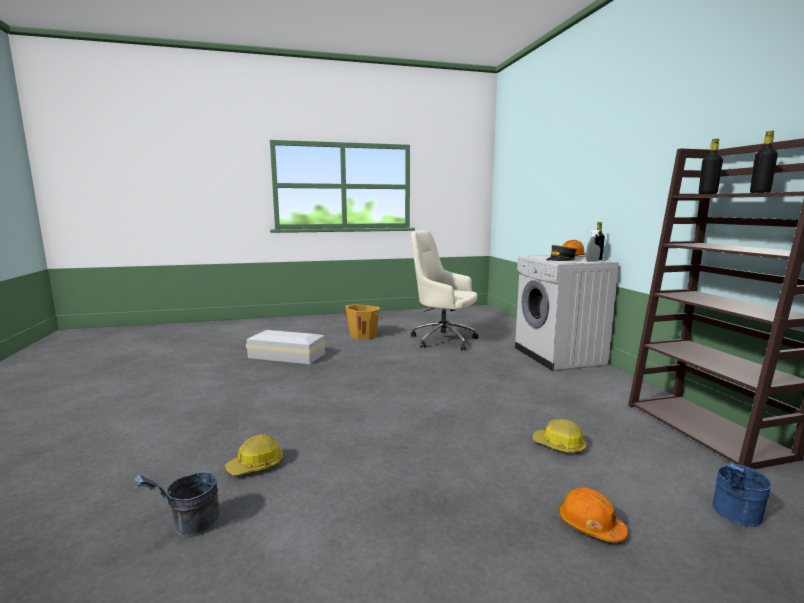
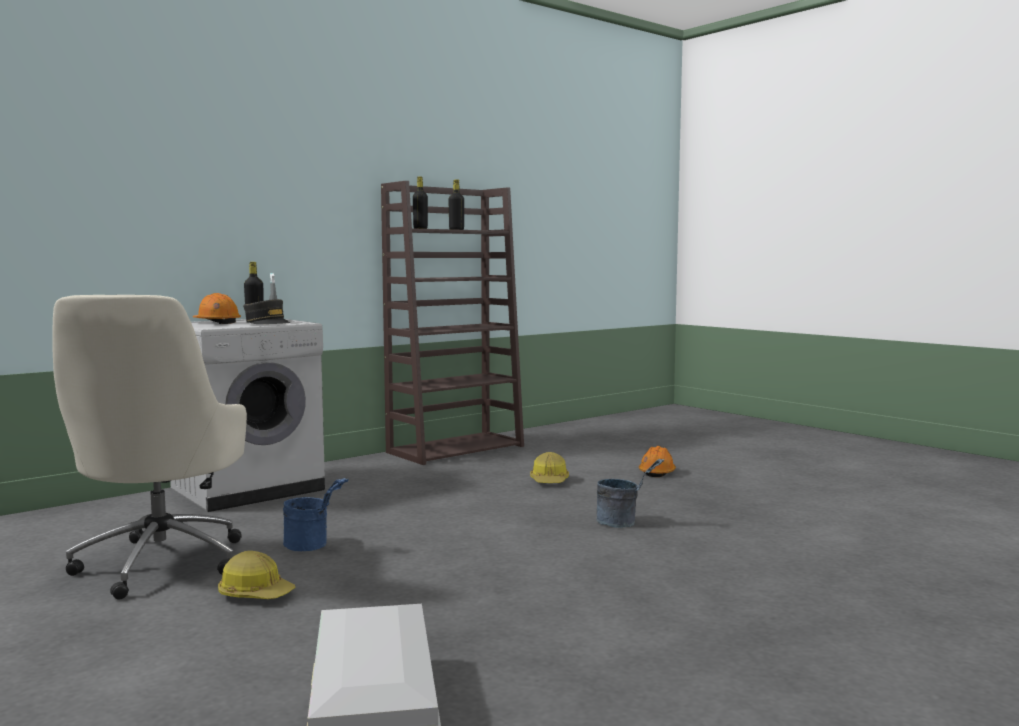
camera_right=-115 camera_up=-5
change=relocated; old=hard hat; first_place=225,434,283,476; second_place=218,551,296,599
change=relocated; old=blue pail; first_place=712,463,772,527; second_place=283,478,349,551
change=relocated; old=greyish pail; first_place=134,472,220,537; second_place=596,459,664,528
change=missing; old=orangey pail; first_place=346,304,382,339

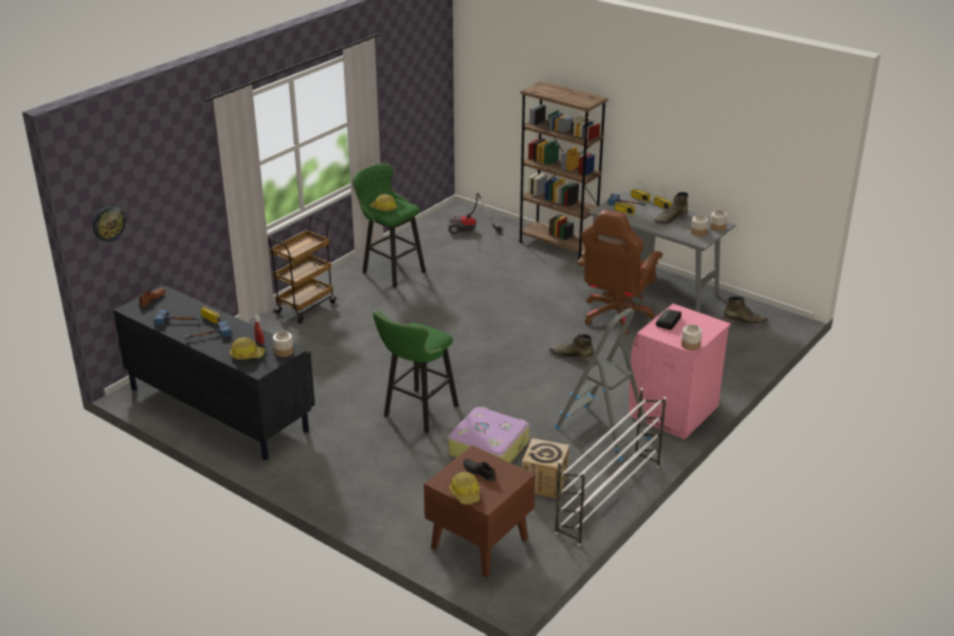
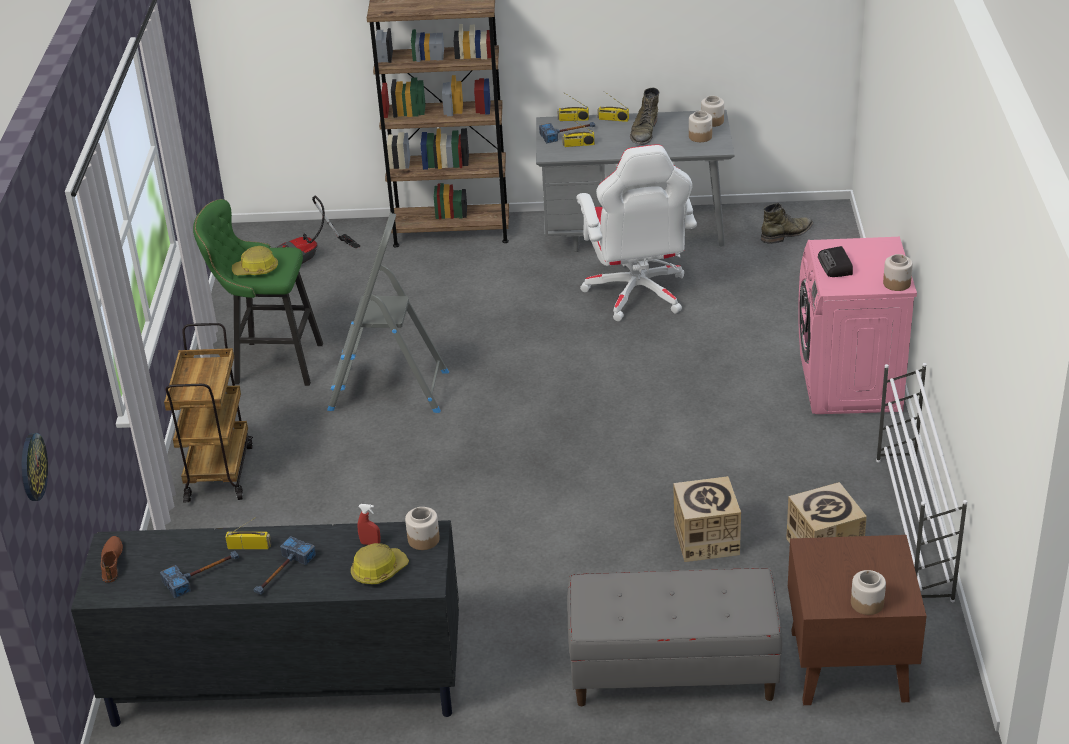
camera_right=-35 camera_up=5
change=relocated; old=greyish step ladder; first_place=555,308,651,461; second_place=327,212,449,413
change=appeared; new=greyish long seat; second_place=567,568,783,706
change=colour; old=brown desk chair; new=white-coloured desk chair; first_place=577,210,663,334; second_place=576,144,697,321
change=exchanged; old=suitcase; new=cardboard box; first_place=448,407,529,463; second_place=673,476,741,562
change=exchanged; old=hard hat; new=jar; first_place=449,472,480,504; second_place=851,570,886,615
change=missing; old=green-coloured stool seat; first_place=373,311,459,433
change=missing; old=black item of footwear; first_place=463,459,496,481
change=missing; old=green-coloured tall boot; first_place=549,334,594,361

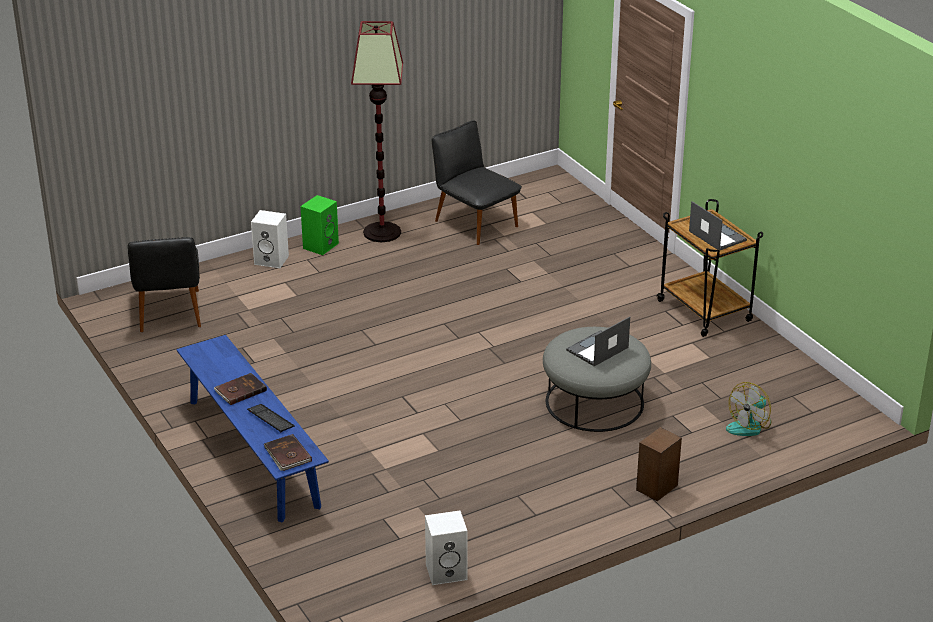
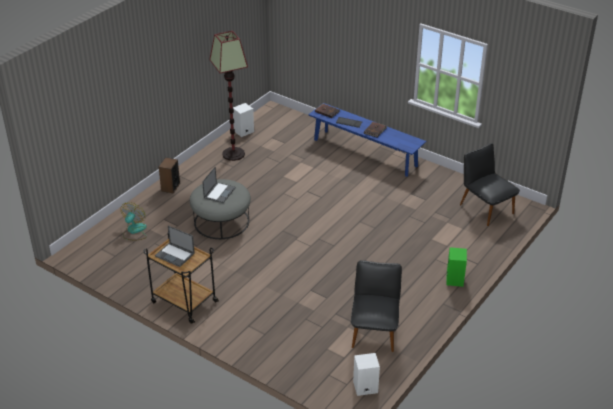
camera_right=155 camera_up=5
change=relocated; old=standard lamp; first_place=351,21,403,242; second_place=209,31,248,161
change=spun; old=black plain chair; first_place=432,121,522,245; second_place=351,260,402,352; degrees=-105
change=relocated; old=white-coloured speaker; first_place=251,210,289,268; second_place=353,353,380,396

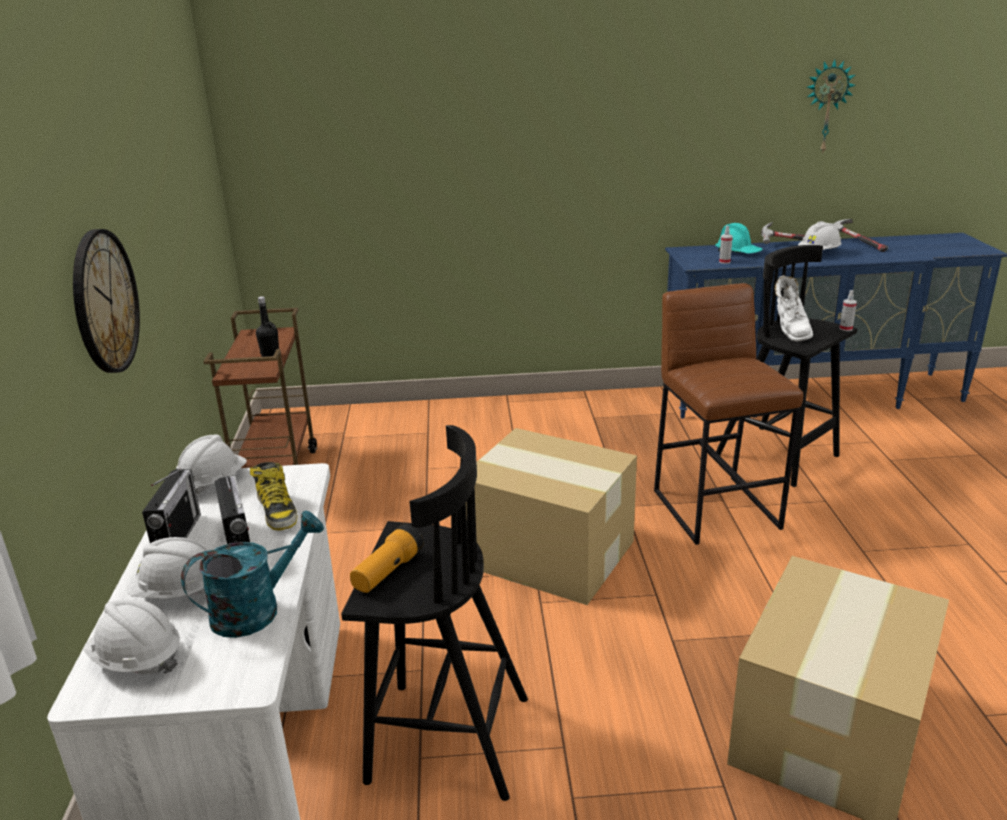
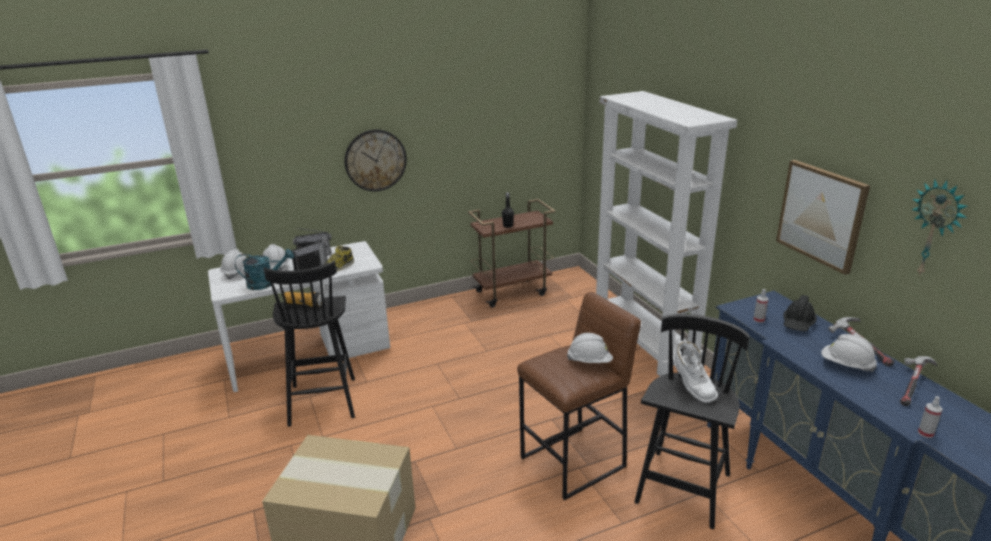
camera_right=70 camera_up=0
change=spun; old=blue-green sprinkling can; first_place=181,510,324,638; second_place=235,249,294,290; degrees=-45
change=relocated; old=white-coloured hard hat; first_place=176,435,247,494; second_place=567,333,613,363
change=appeared; new=white-coloured bookcase; second_place=596,91,737,376
change=spun; old=white-coloured tall boot; first_place=775,275,813,342; second_place=674,340,718,403; degrees=-90
change=appeared; new=wall art; second_place=776,160,870,275
change=colour; old=blue-green hard hat; new=black hard hat; first_place=715,223,763,254; second_place=783,295,817,331
change=relocated; old=sprayer; first_place=840,290,857,331; second_place=918,396,943,438
change=missing; old=cardboard box; first_place=466,428,637,605

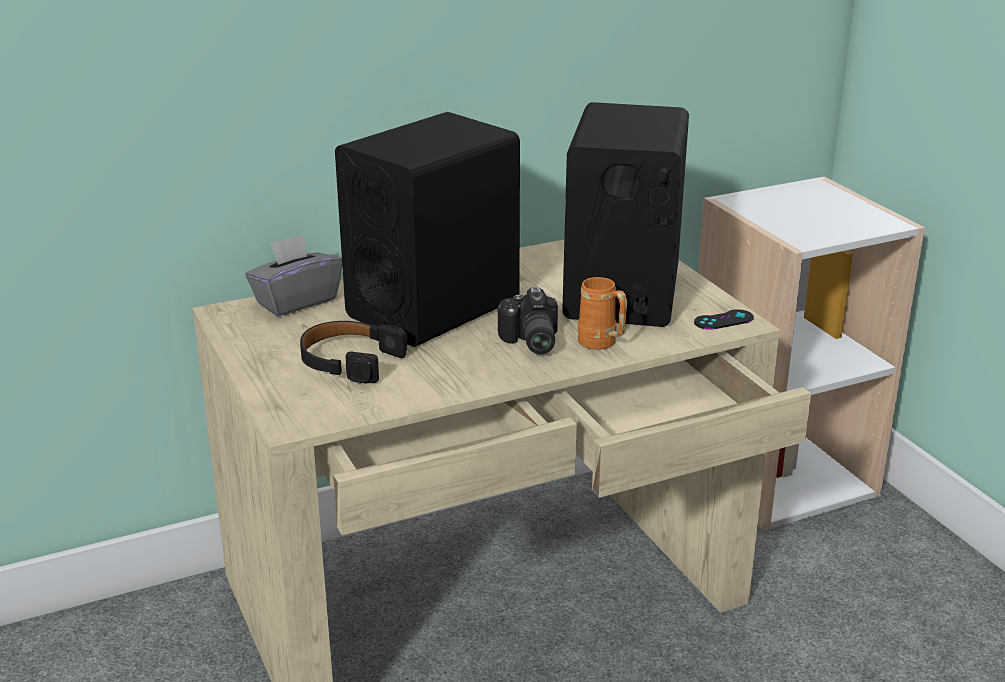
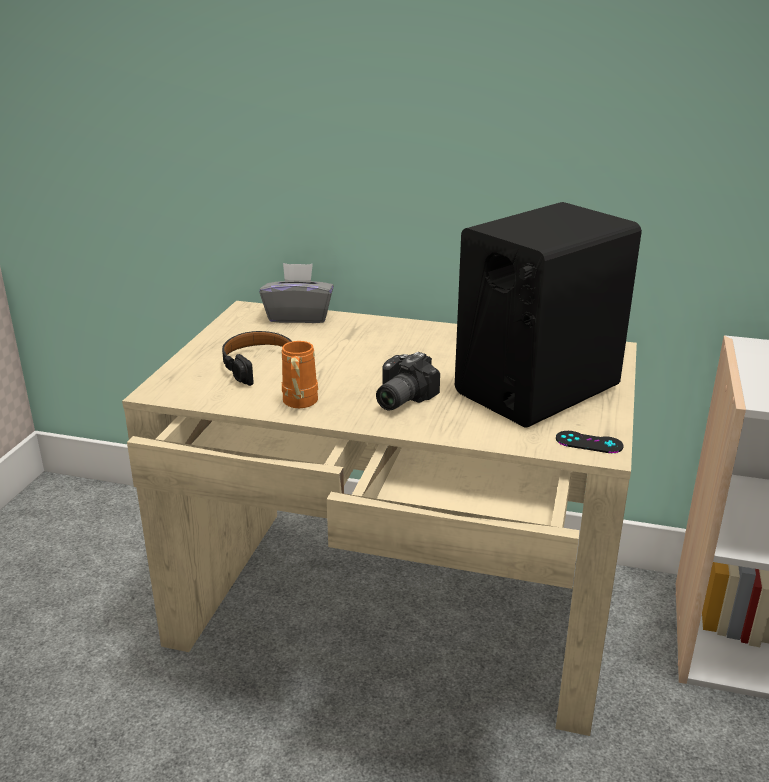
camera_right=40 camera_up=0
change=relocated; old=orangey mug; first_place=578,277,627,350; second_place=282,341,318,408
change=missing; old=black speaker; first_place=335,112,520,347

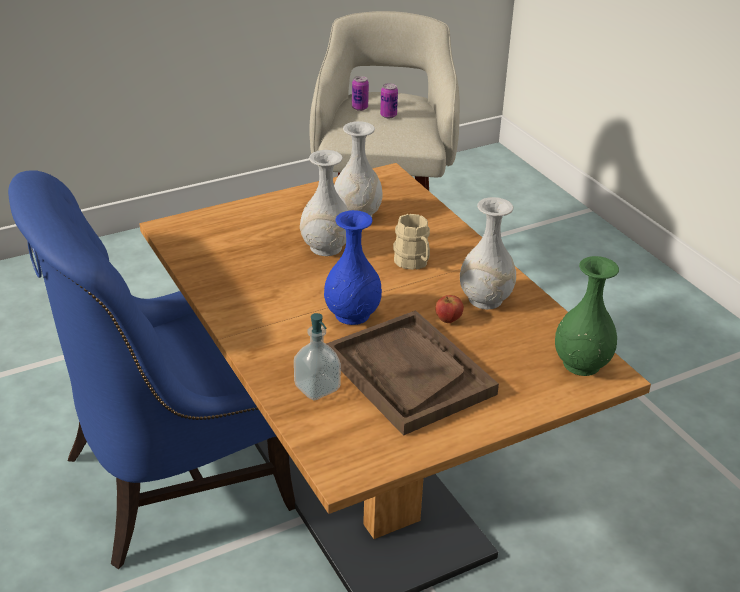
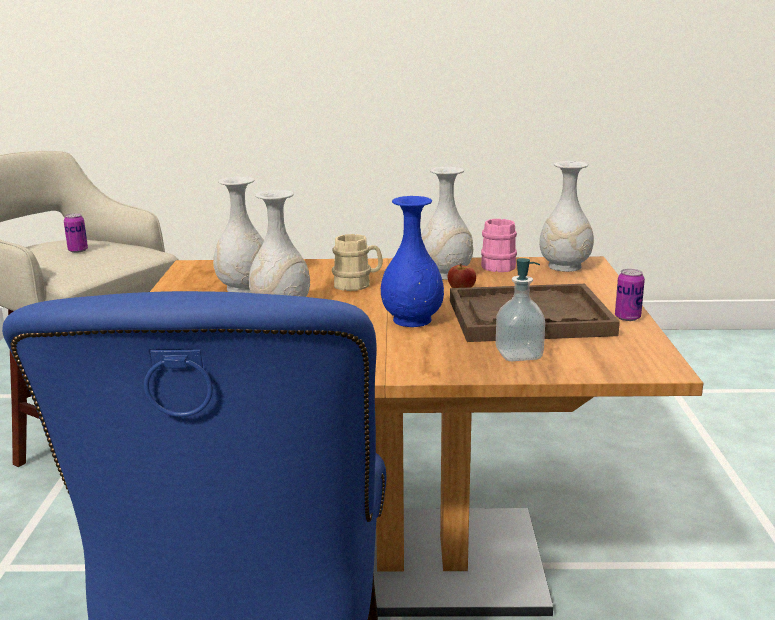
camera_right=-60 camera_up=-15
change=appeared; new=pink mug; second_place=481,219,517,272
change=colour; old=green-coloured vase; new=white-coloured vase; first_place=555,256,619,376; second_place=539,161,594,272
change=relocated; old=can; first_place=352,76,369,111; second_place=615,269,645,321

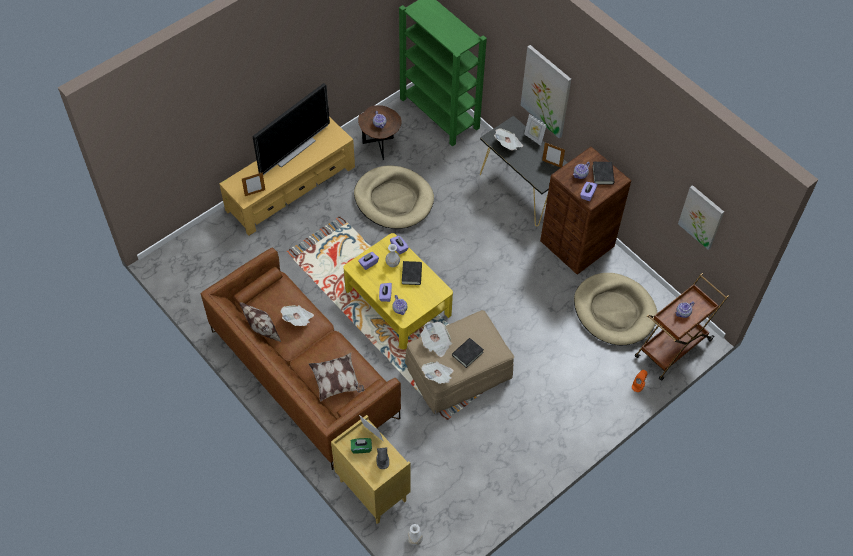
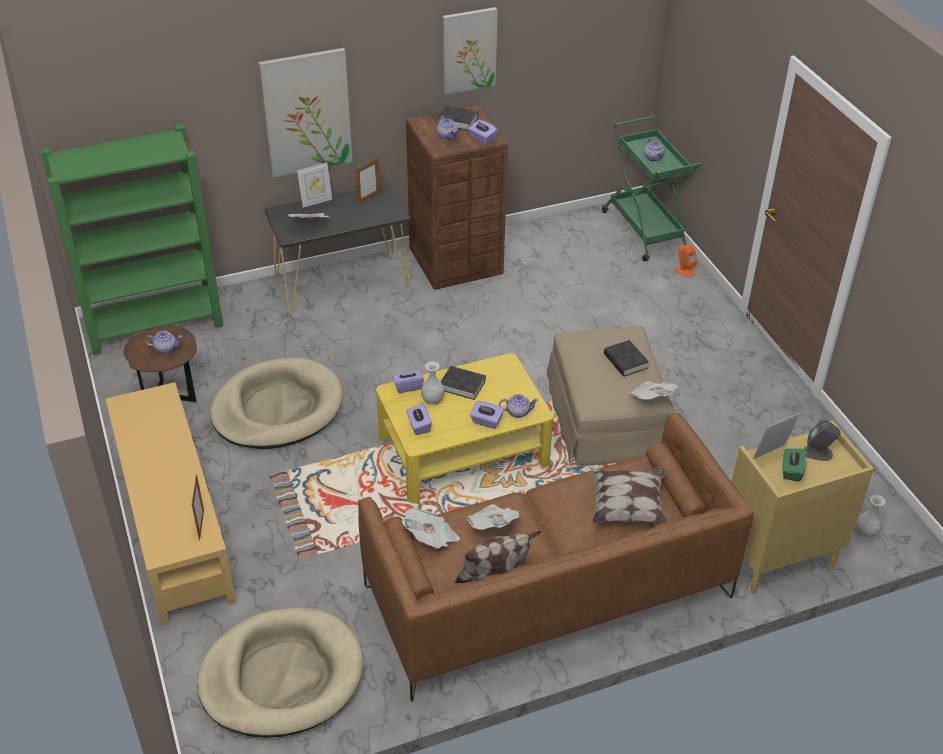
camera_right=-70 camera_up=-15
change=relocated; old=beige dog bed; first_place=574,273,657,345; second_place=197,608,363,738
change=relocated; old=printed paper; first_place=421,322,452,357; second_place=402,508,460,549
change=relocated; old=wall art; first_place=678,185,724,250; second_place=443,7,498,95
change=colour; old=brown wheeled cart; new=green-coloured wheeled cart; first_place=635,273,729,381; second_place=602,113,702,261
change=missing; old=TV set; first_place=253,83,330,175

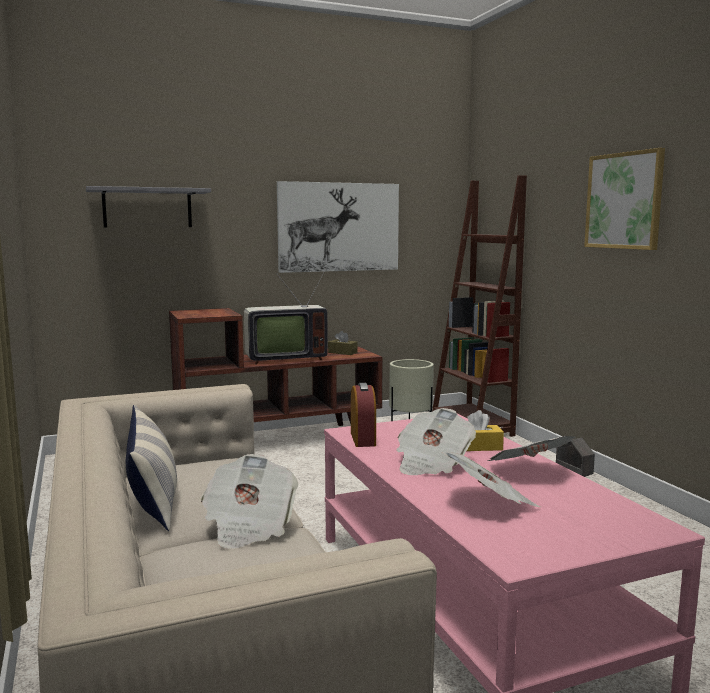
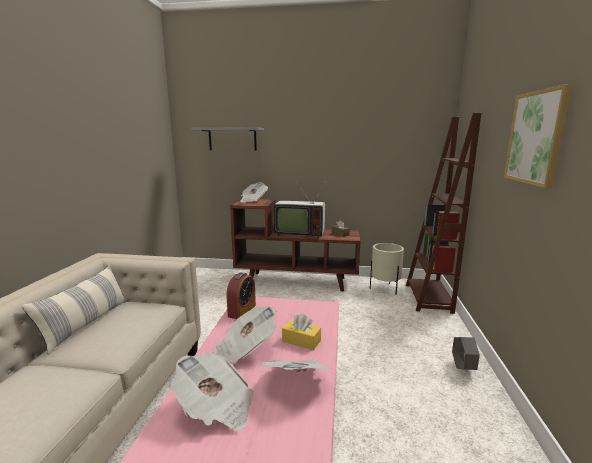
camera_right=30 camera_up=5
change=relocated; old=printed paper; first_place=201,454,299,549; second_place=240,182,268,202
change=missing; old=wall art; first_place=277,181,399,273

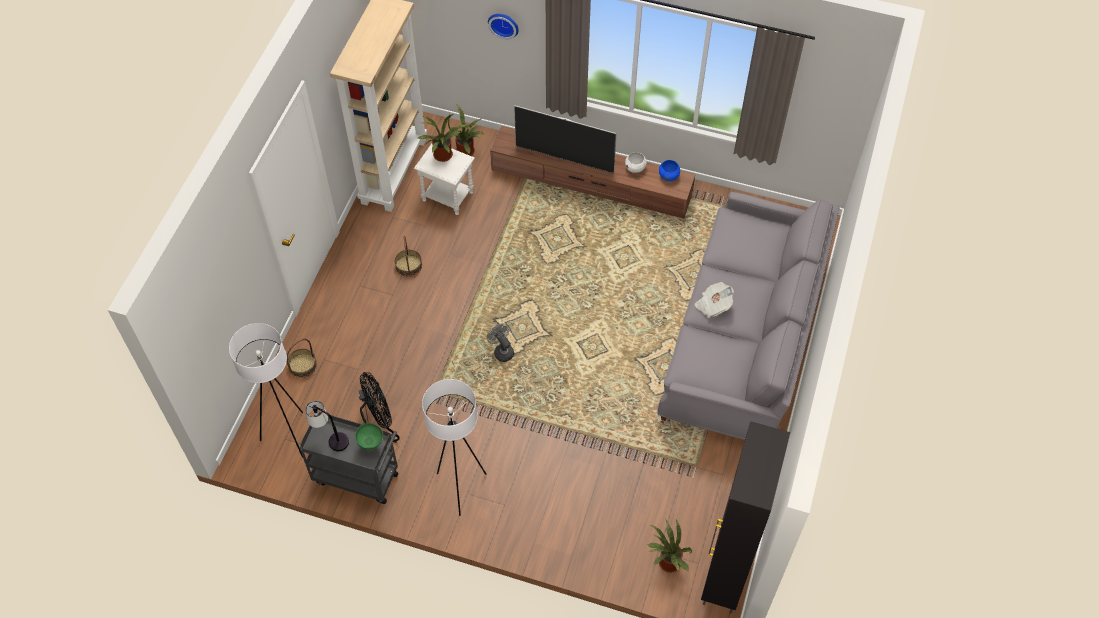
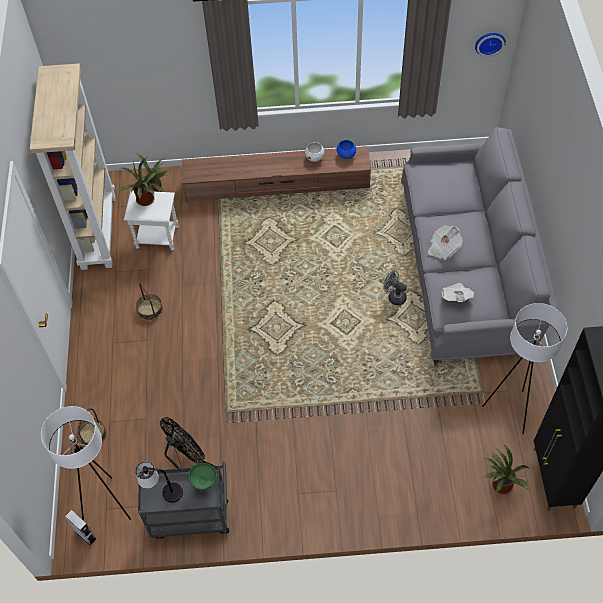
camera_right=-20 camera_up=0
change=appeared; new=greyish speaker; second_place=65,510,97,546
change=relocated; old=greyish cooling fan; first_place=487,323,514,362; second_place=383,270,407,305
change=appeared; new=printed paper; second_place=442,283,474,302
change=relocated; old=wall clock; first_place=488,14,518,39; second_place=475,33,506,57
change=relocated; old=white-coloured standard lamp; first_place=422,379,487,516; second_place=482,303,568,434
change=missing; old=TV set; first_place=514,105,617,173

